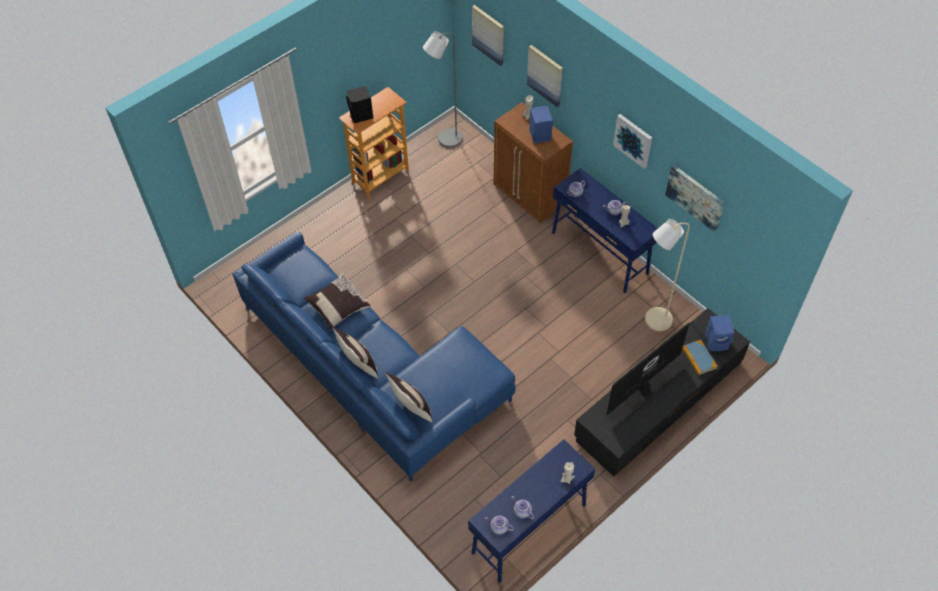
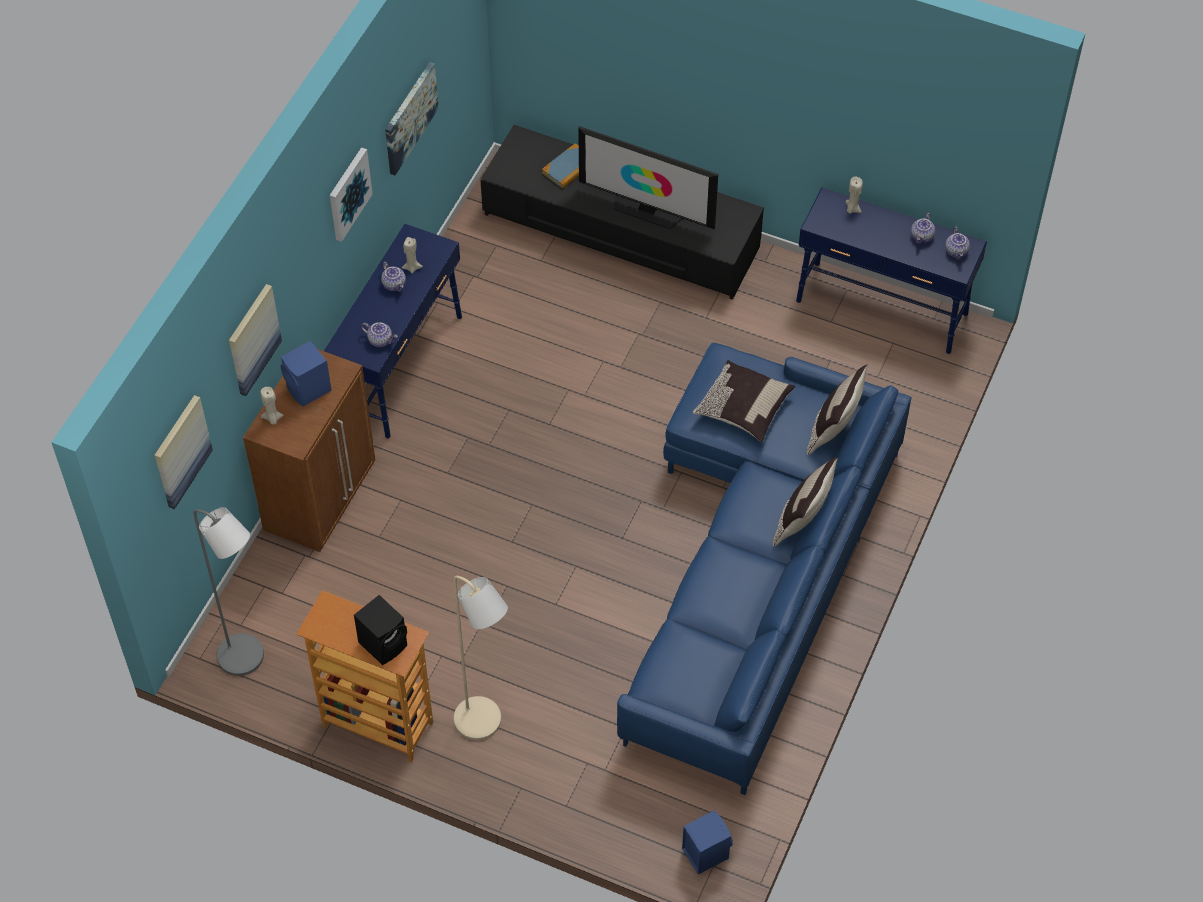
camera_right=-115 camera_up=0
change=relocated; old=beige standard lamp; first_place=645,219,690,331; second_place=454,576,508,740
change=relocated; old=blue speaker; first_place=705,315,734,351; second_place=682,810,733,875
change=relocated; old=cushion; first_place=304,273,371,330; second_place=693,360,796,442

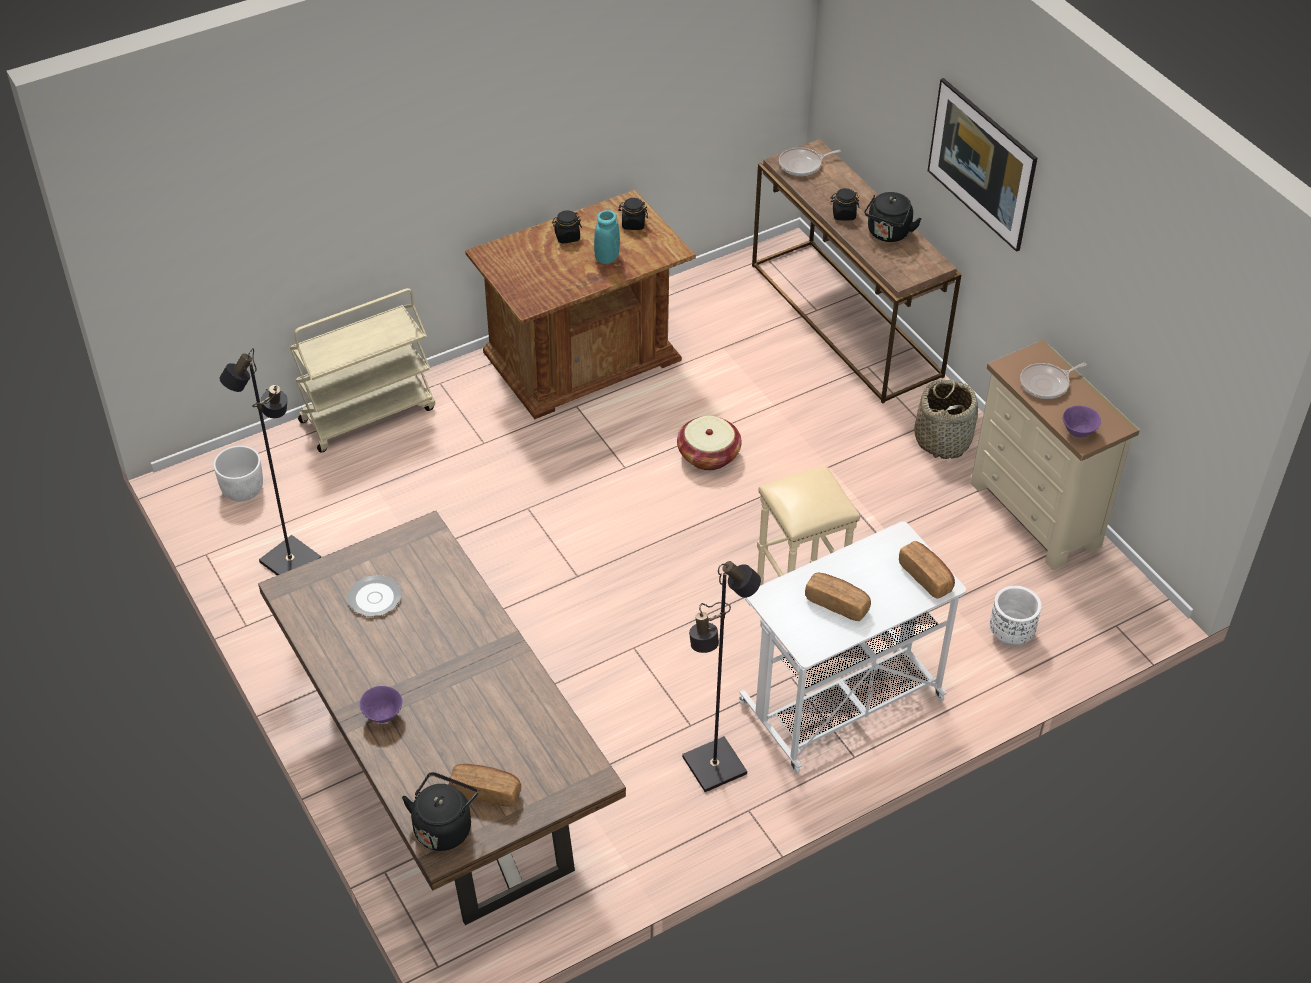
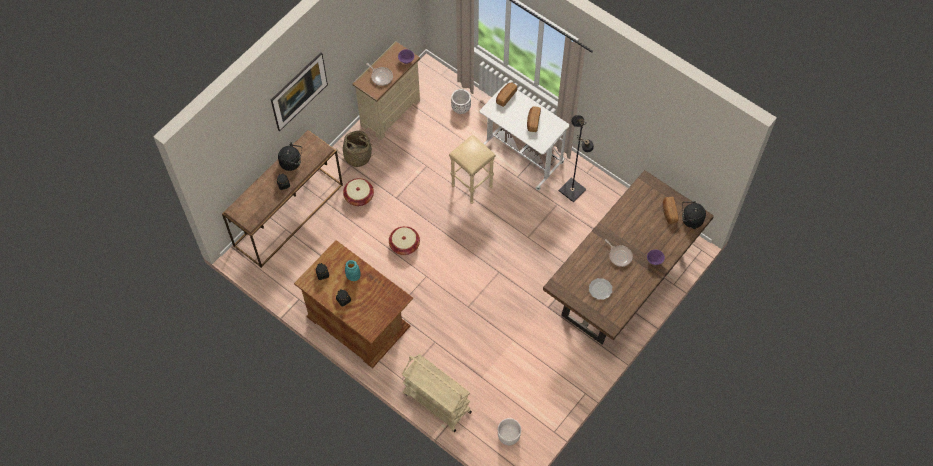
camera_right=-110 camera_up=15
change=appeared; new=storage basket; second_place=343,178,374,206
change=relocated; old=frying pan; first_place=779,147,841,176; second_place=605,239,633,267
change=missing; old=black standard lamp; first_place=219,348,321,575

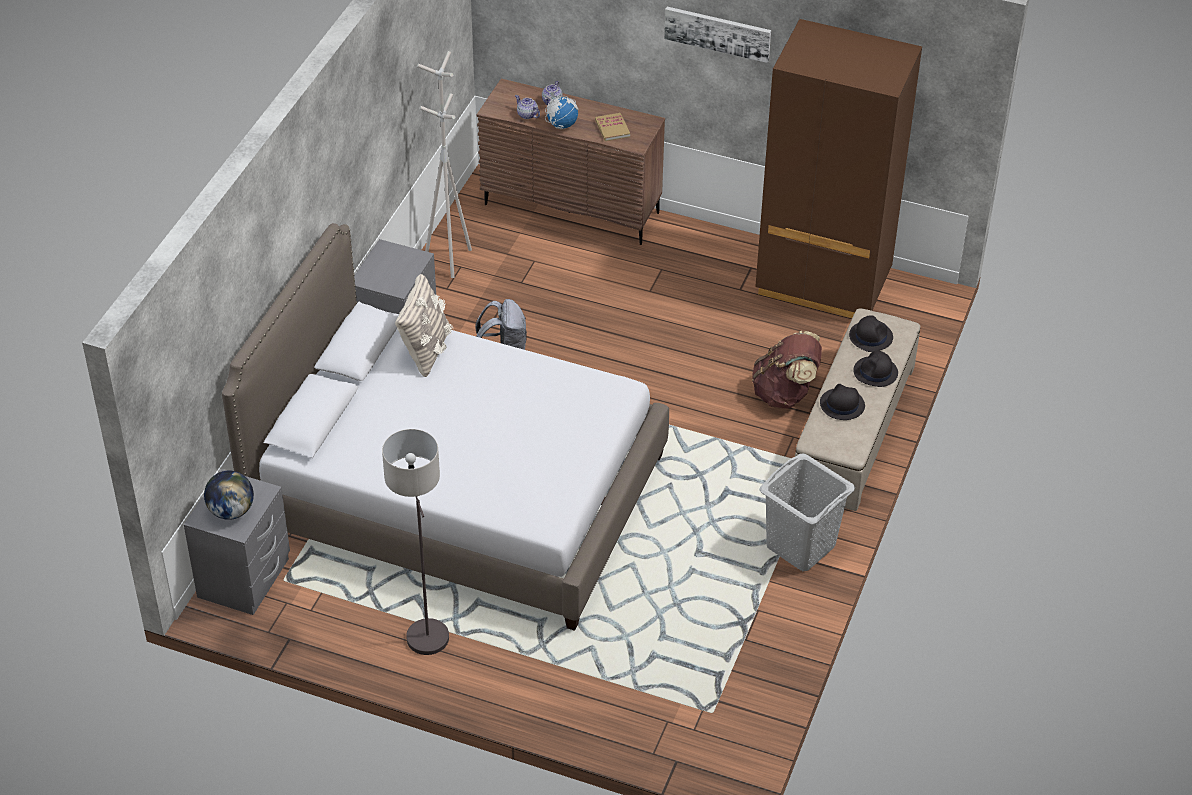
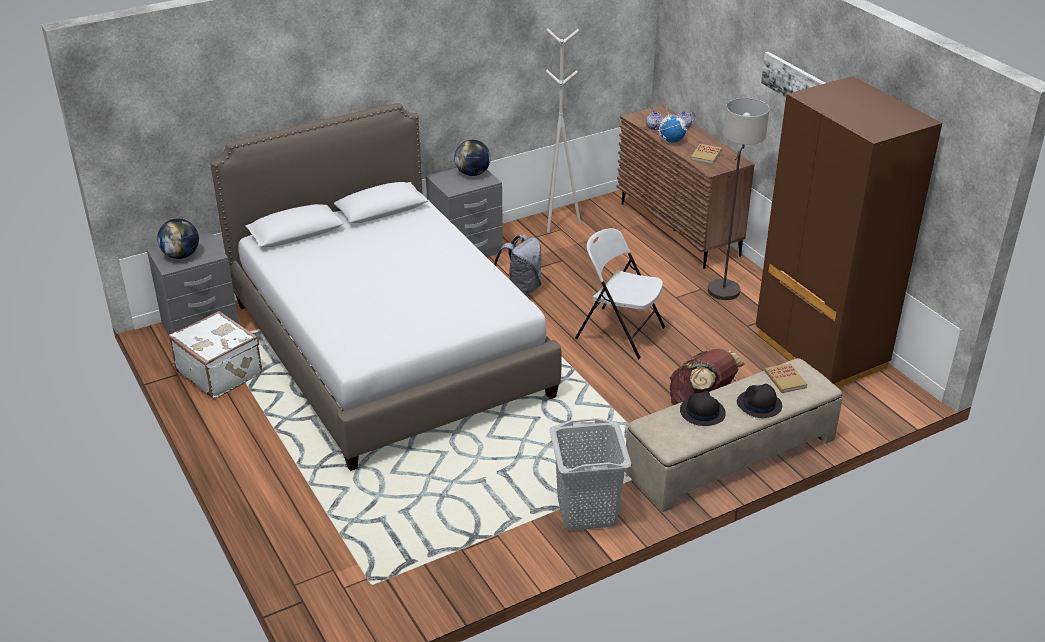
camera_right=40 camera_up=-10
change=appeared; new=white-coloured suitcase; second_place=169,311,262,399
change=appeared; new=globe; second_place=454,140,491,176
change=appeared; new=white-coloured plain chair; second_place=575,228,665,359
change=relocated; old=greyish standard lamp; first_place=382,429,449,655; second_place=708,98,769,300
change=exchanged; old=black clothing hat; new=book; first_place=849,315,893,352; second_place=765,363,807,393
change=missing; old=beige cushion; first_place=395,274,453,377

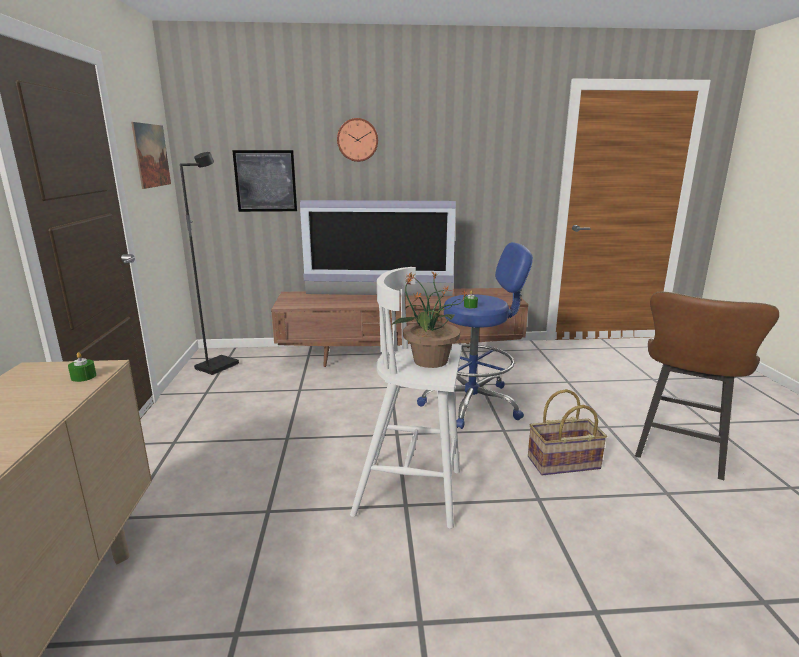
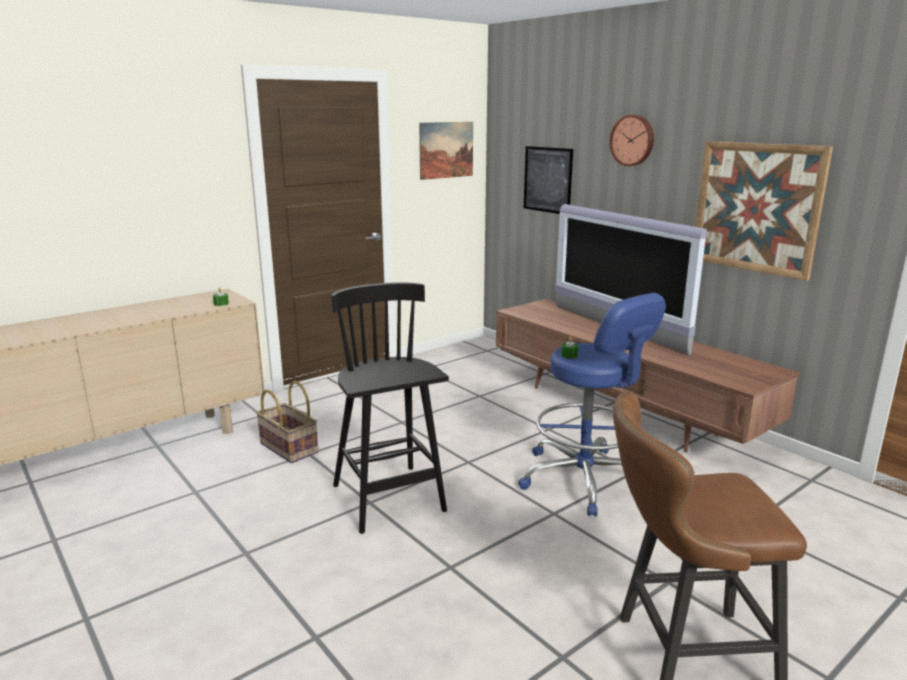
camera_right=55 camera_up=0
change=relocated; old=storage basket; first_place=528,389,607,476; second_place=256,381,318,463
change=colour; old=white-coloured stool seat; new=black stool seat; first_place=350,267,462,529; second_place=332,282,449,534
change=appeared; new=wall art; second_place=695,141,833,281
change=missing; old=black standard lamp; first_place=180,152,239,375
change=missing; old=plant in a pot; first_place=391,271,468,368

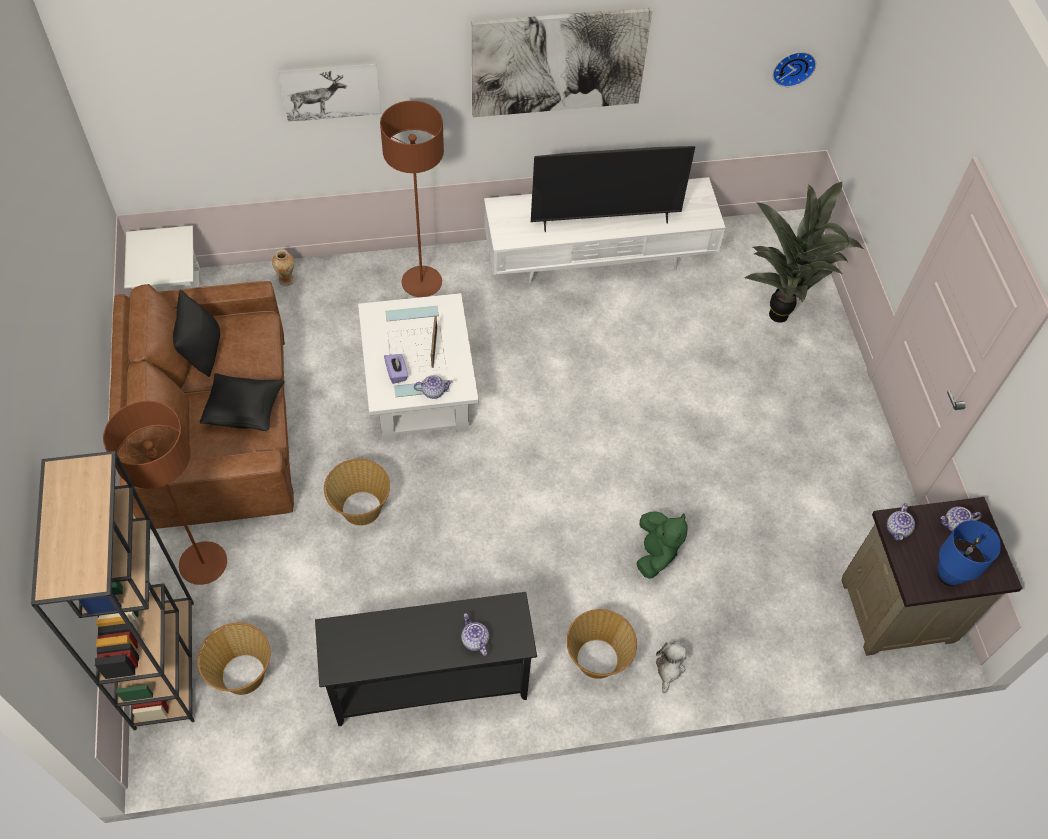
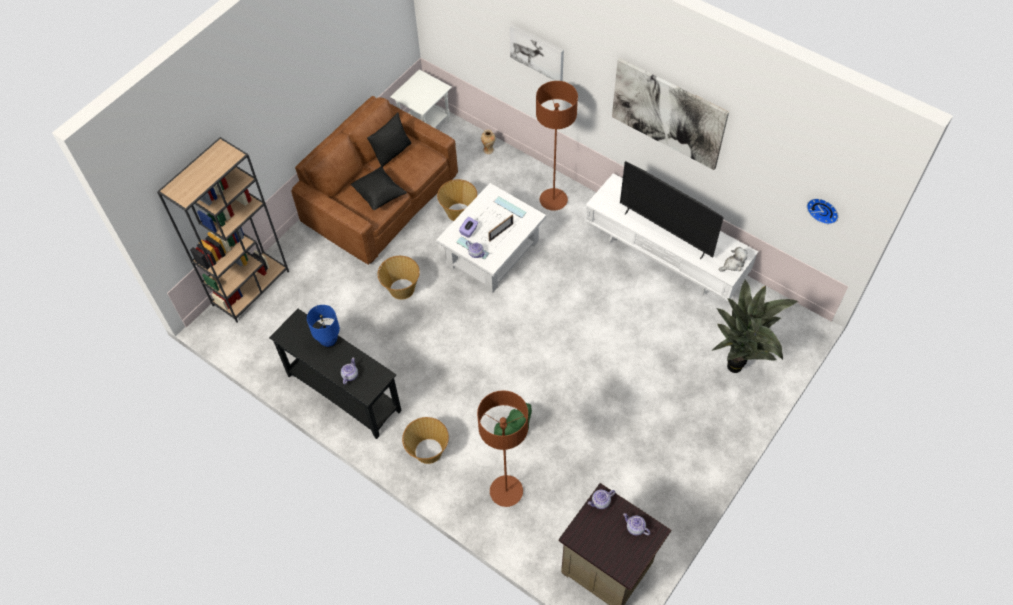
camera_right=50 camera_up=0
change=relocated; old=blue tabletop lamp; first_place=937,520,1001,586; second_place=307,305,340,348
change=relocated; old=storage basket; first_place=197,623,270,695; second_place=437,179,477,221
change=relocated; old=brown standard lamp; first_place=103,401,227,585; second_place=477,390,528,507
change=relocated; old=plush toy; first_place=656,641,687,693; second_place=719,247,748,272

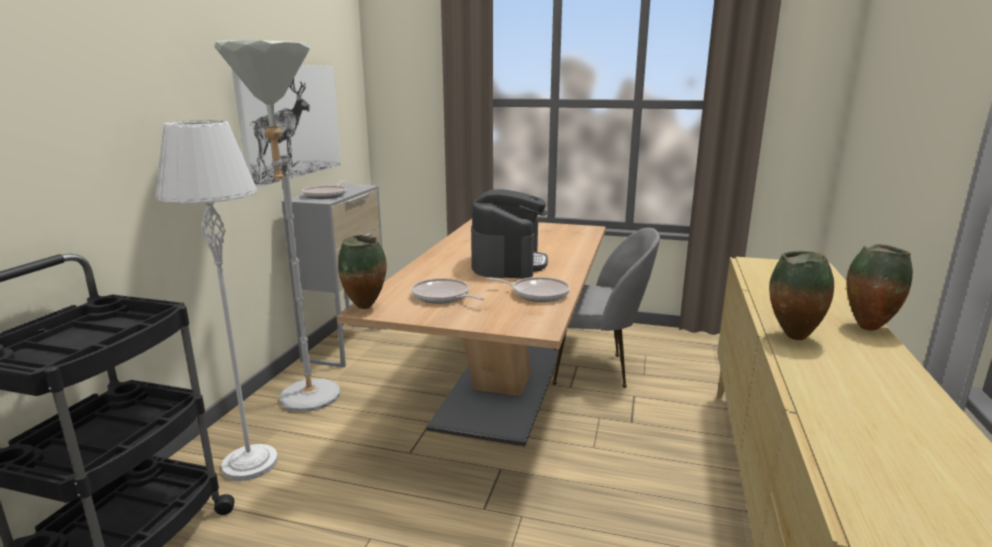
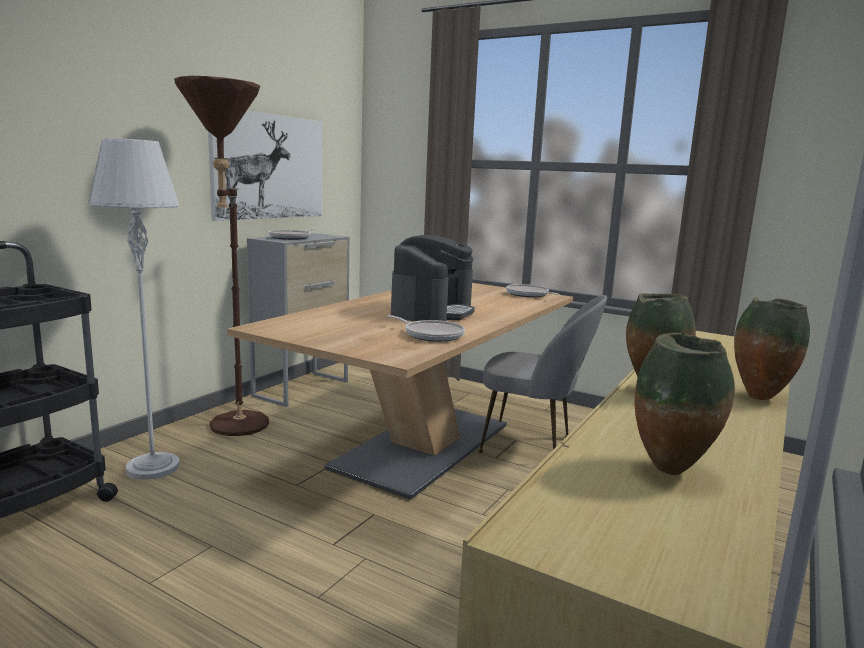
camera_right=15 camera_up=-5
change=colour; old=greyish standard lamp; new=brown standard lamp; first_place=214,40,340,412; second_place=174,76,269,436
change=relocated; old=frying pan; first_place=411,278,485,304; second_place=506,284,559,297
change=relocated; old=vase; first_place=338,235,387,309; second_place=635,333,735,475

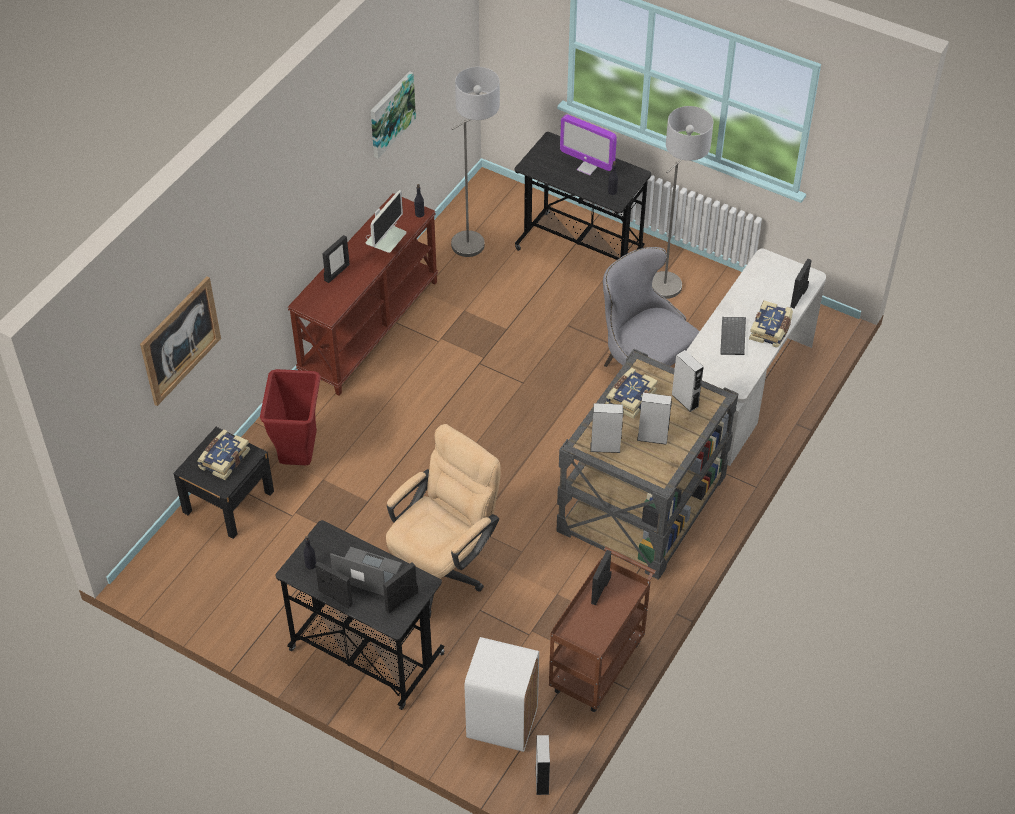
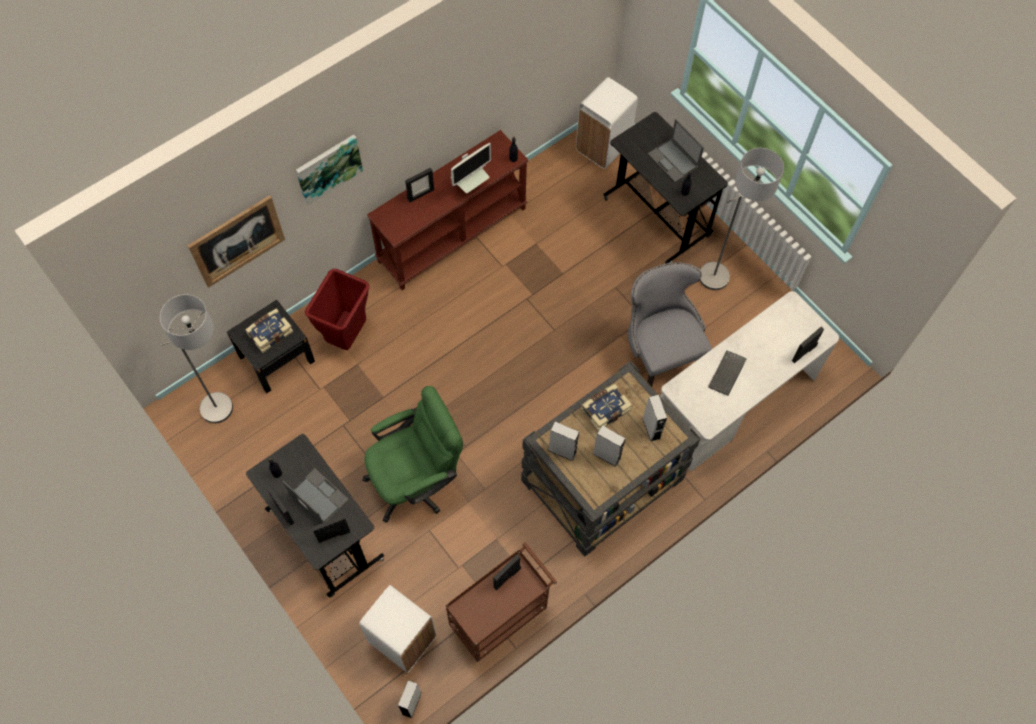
camera_right=20 camera_up=15
change=relocated; old=greyish standard lamp; first_place=451,67,500,257; second_place=160,294,233,423
change=relocated; old=wall art; first_place=371,71,416,158; second_place=296,135,363,206
change=colour; old=beige desk chair; new=green-coloured desk chair; first_place=386,424,501,618; second_place=362,386,463,523
change=appeared; new=white-coloured rubbish bin; second_place=576,77,638,169
change=exchanged; old=computer screen; new=portable computer; first_place=560,114,617,175; second_place=648,119,704,182
change=missing; old=book; first_place=749,300,793,348

